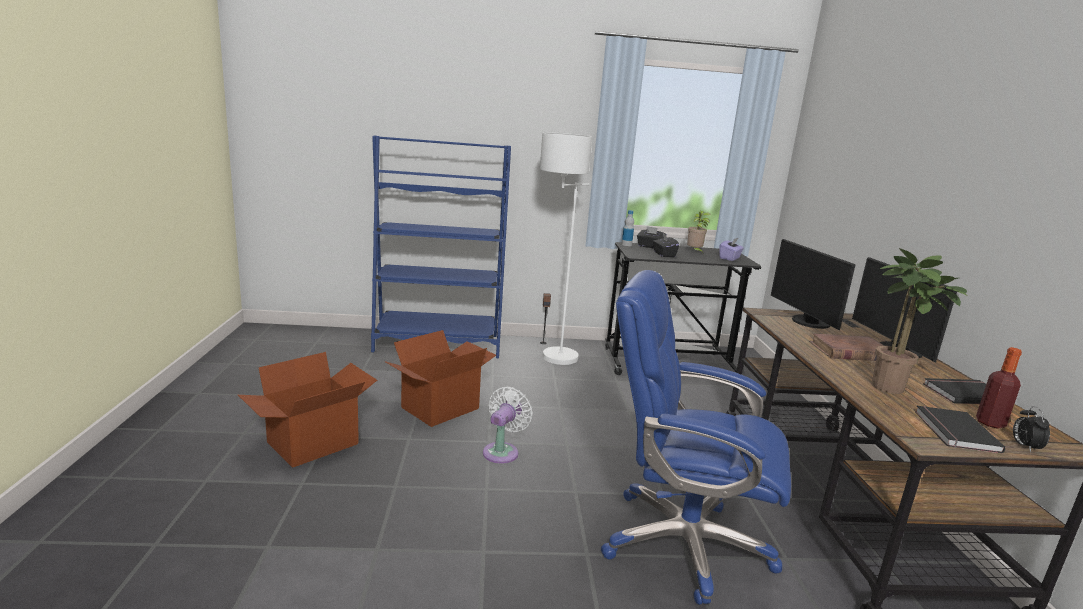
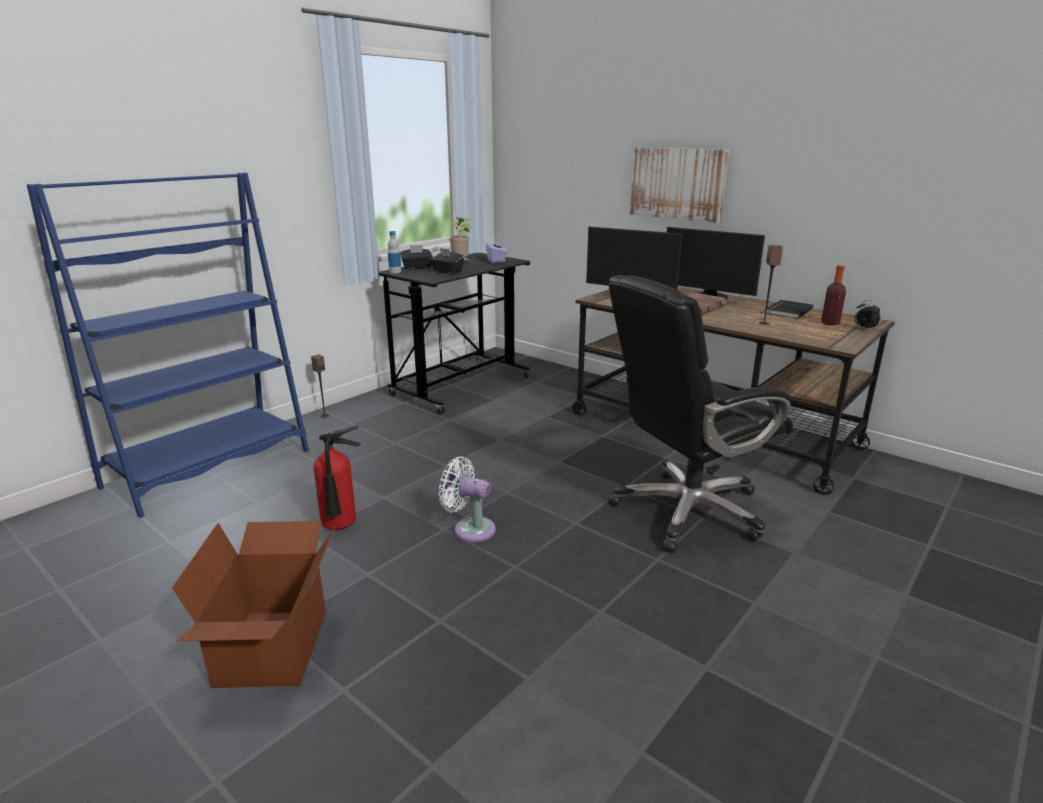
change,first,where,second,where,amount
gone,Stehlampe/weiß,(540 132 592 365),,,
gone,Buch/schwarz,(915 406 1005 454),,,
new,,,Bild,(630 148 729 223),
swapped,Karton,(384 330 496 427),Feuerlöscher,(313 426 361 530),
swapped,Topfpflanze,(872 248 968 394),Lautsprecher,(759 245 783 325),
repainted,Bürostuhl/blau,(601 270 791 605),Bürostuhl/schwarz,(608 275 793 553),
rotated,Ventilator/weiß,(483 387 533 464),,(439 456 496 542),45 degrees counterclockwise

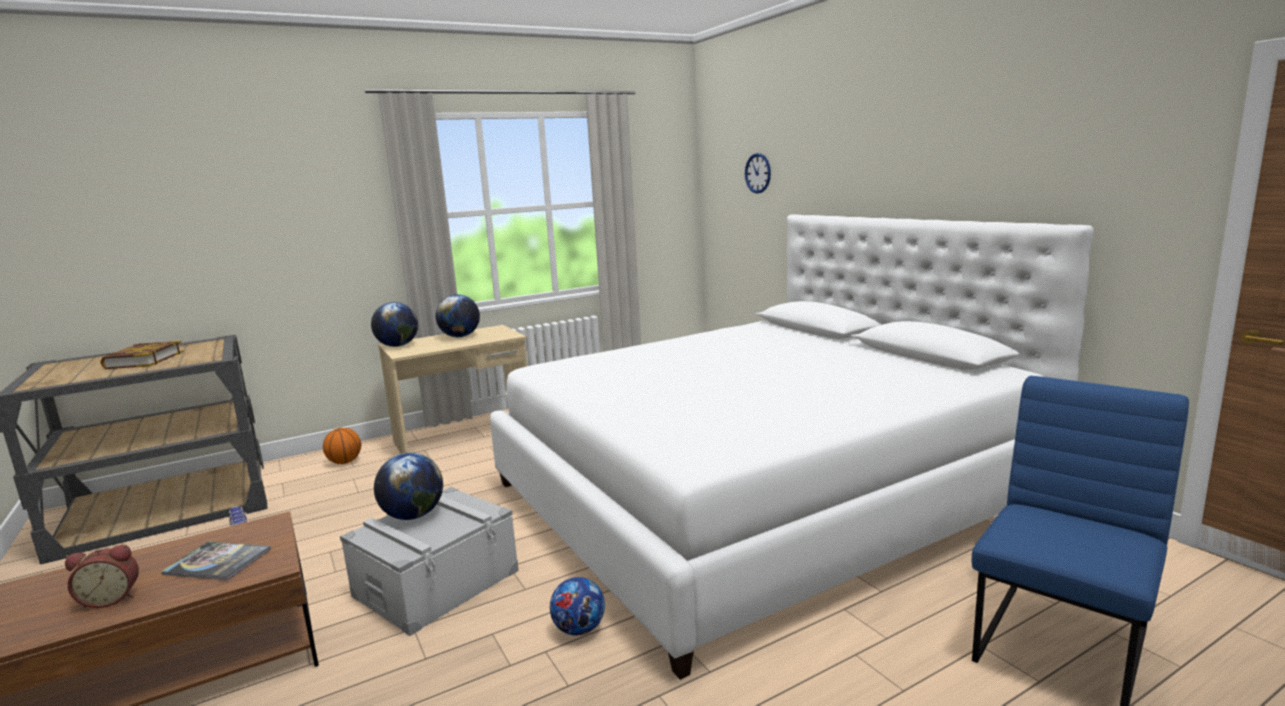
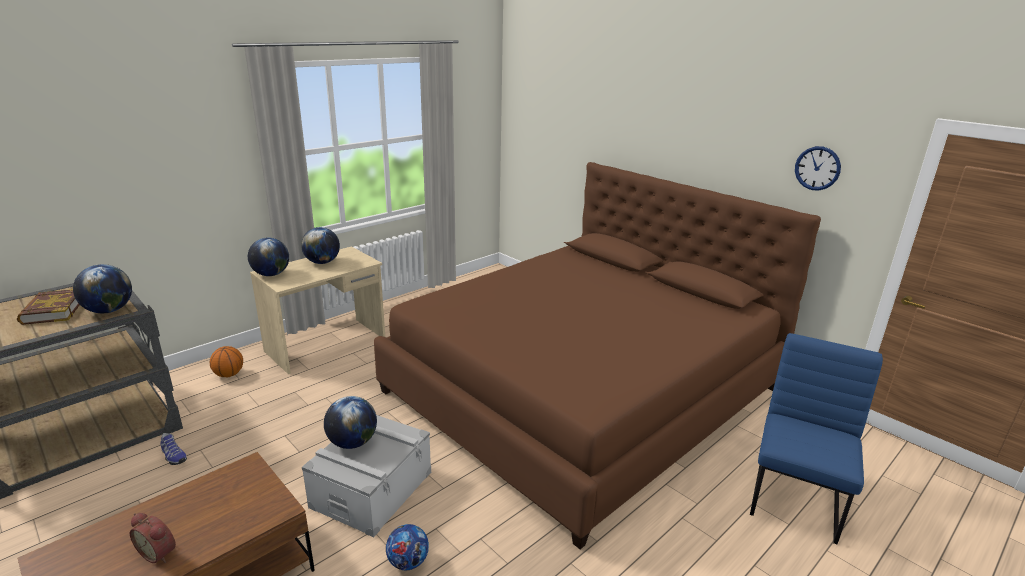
change,first,where,second,where,amount
gone,Buch,(161 542 271 581),,,
new,,,Globus,(73 264 132 313),
shifted,Fußball,(550 577 605 636),,(386 524 429 570),
shifted,Wanduhr,(745 153 771 194),,(795 146 841 191),
repainted,Bett/weiß,(490 214 1094 680),Bett/braun,(374 162 821 549),
rotated,Wecker,(65 545 139 608),,(130 513 176 563),60 degrees clockwise

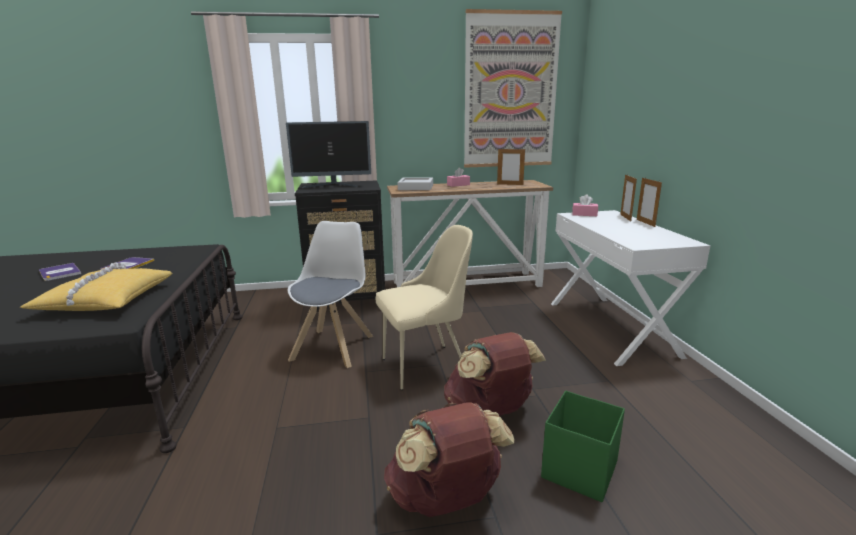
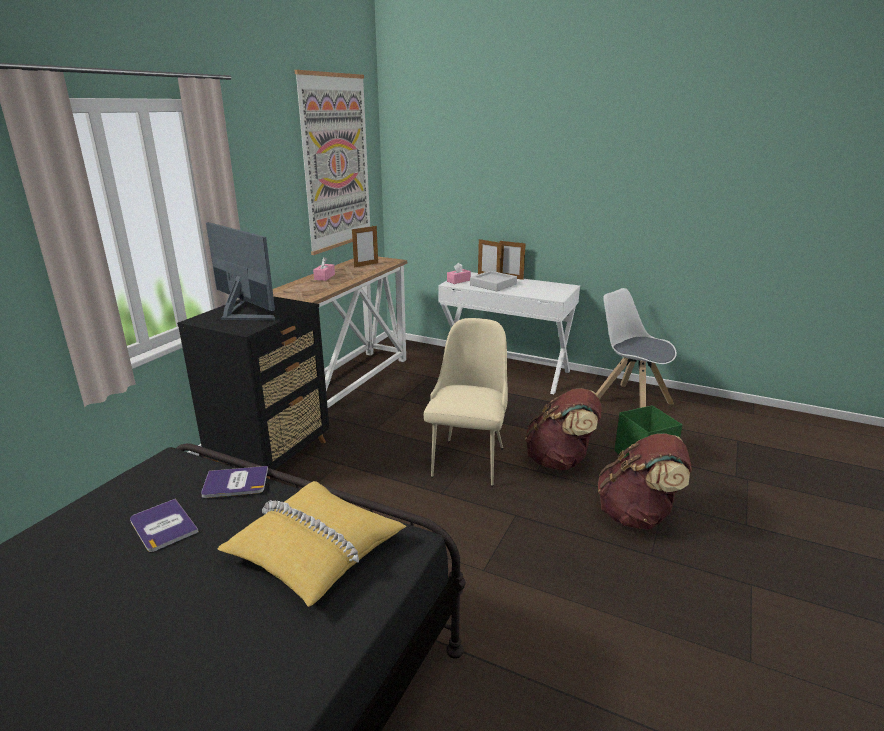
change,first,where,second,where,amount
shifted,Buch,(39 263 81 281),,(201 466 268 498),
shifted,Stuhl,(288 221 373 368),,(596 288 677 408),
shifted,Tablett/grau,(398 178 433 190),,(470 271 517 291),
rotated,Monitor,(286 121 371 188),,(206 222 276 321),75 degrees counterclockwise

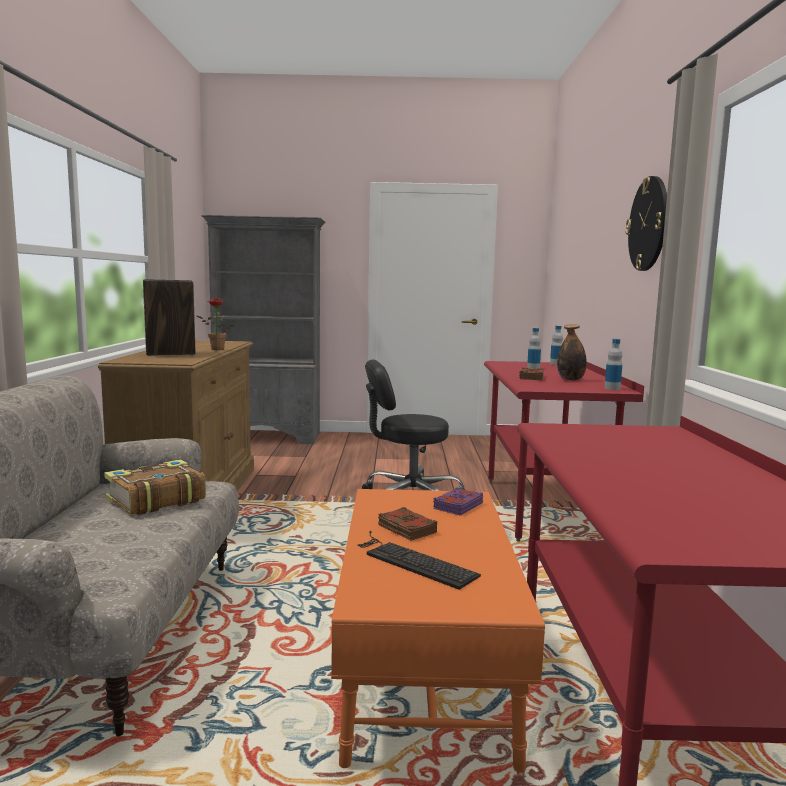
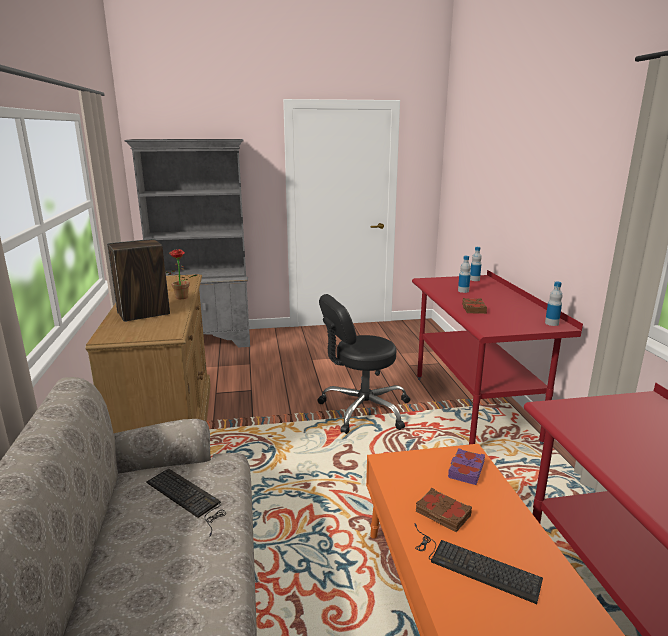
change,first,where,second,where,amount
gone,Flasche,(557 324 587 381),,,
gone,Wanduhr,(625 176 667 271),,,
swapped,Buch,(104 459 206 515),Tastatur,(147 469 226 536),

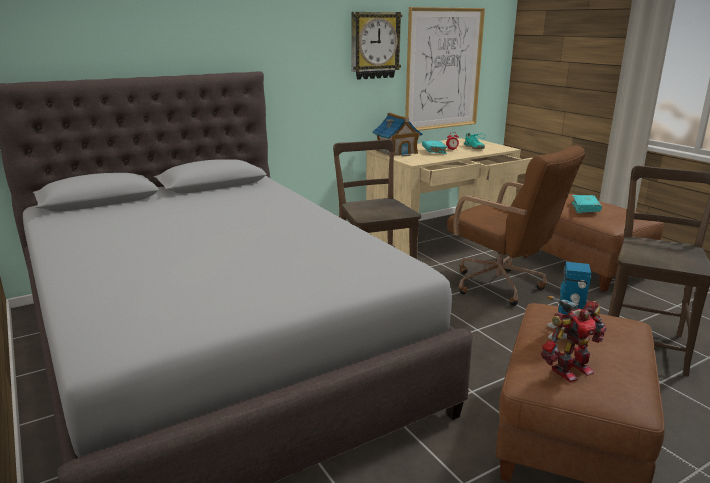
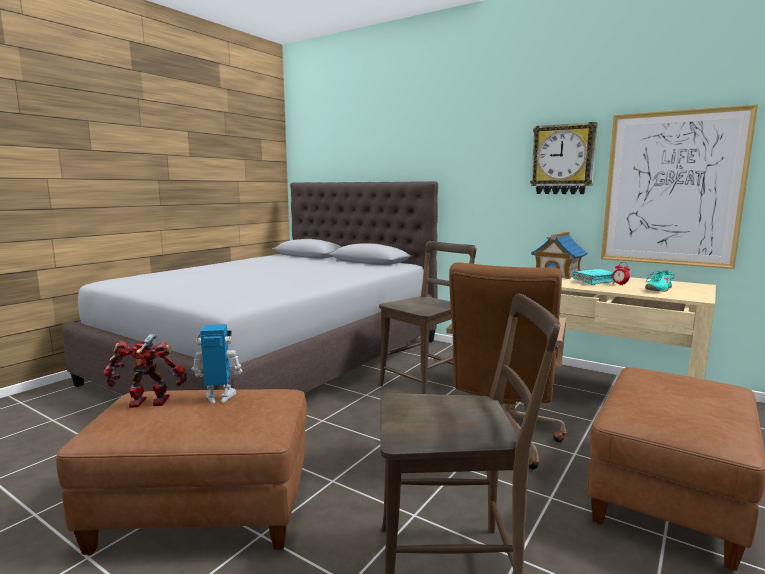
change,first,where,second,where,amount
gone,Buch/türkis,(572 195 602 213),,,
rotated,Spielzeugroboter,(541 296 607 382),,(104 334 187 408),135 degrees clockwise

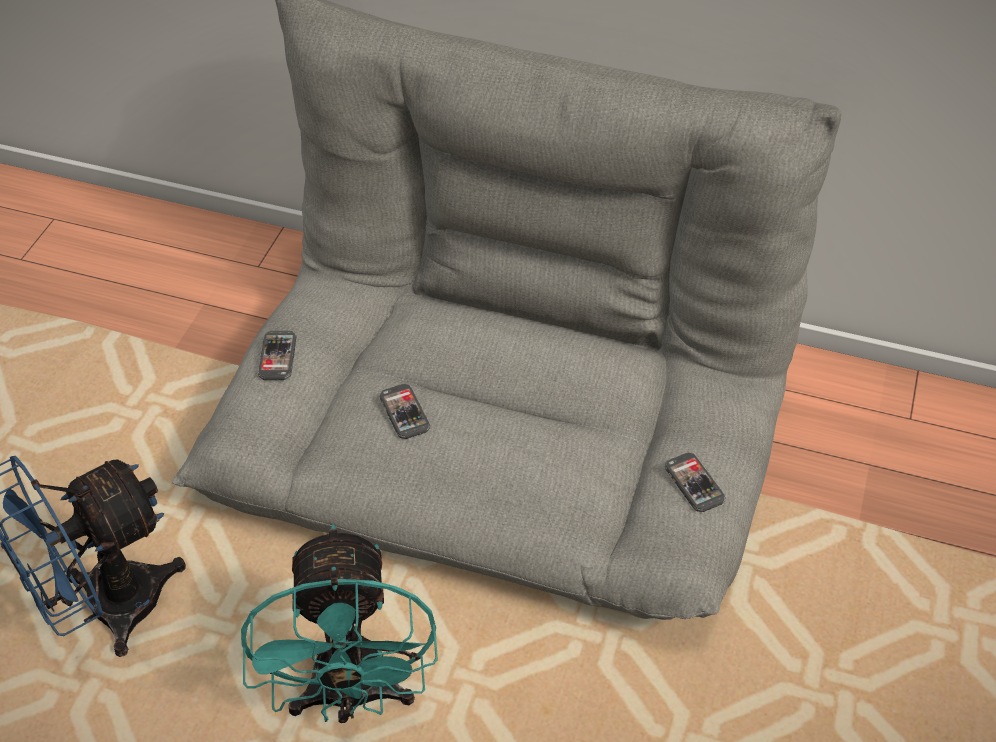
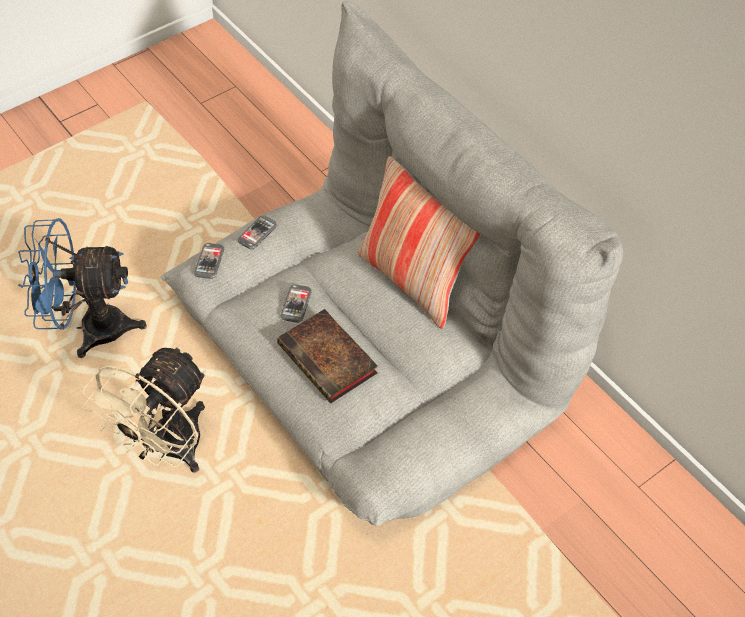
change,first,where,second,where,amount
new,,,Buch,(277 309 378 403),
new,,,Kissen,(358 156 480 329),
shifted,Handy,(665 453 726 512),,(194 243 225 279),
repainted,Ventilator/türkis,(241 524 438 723),Ventilator/beige,(83 346 206 473),

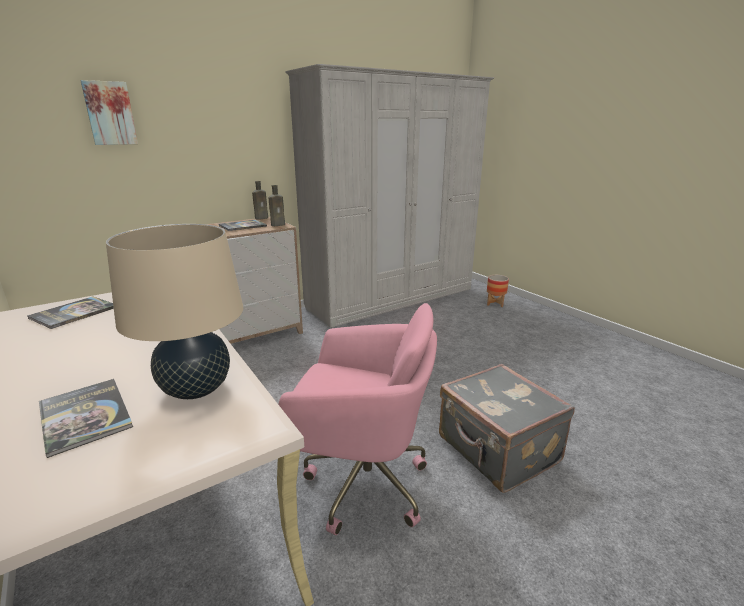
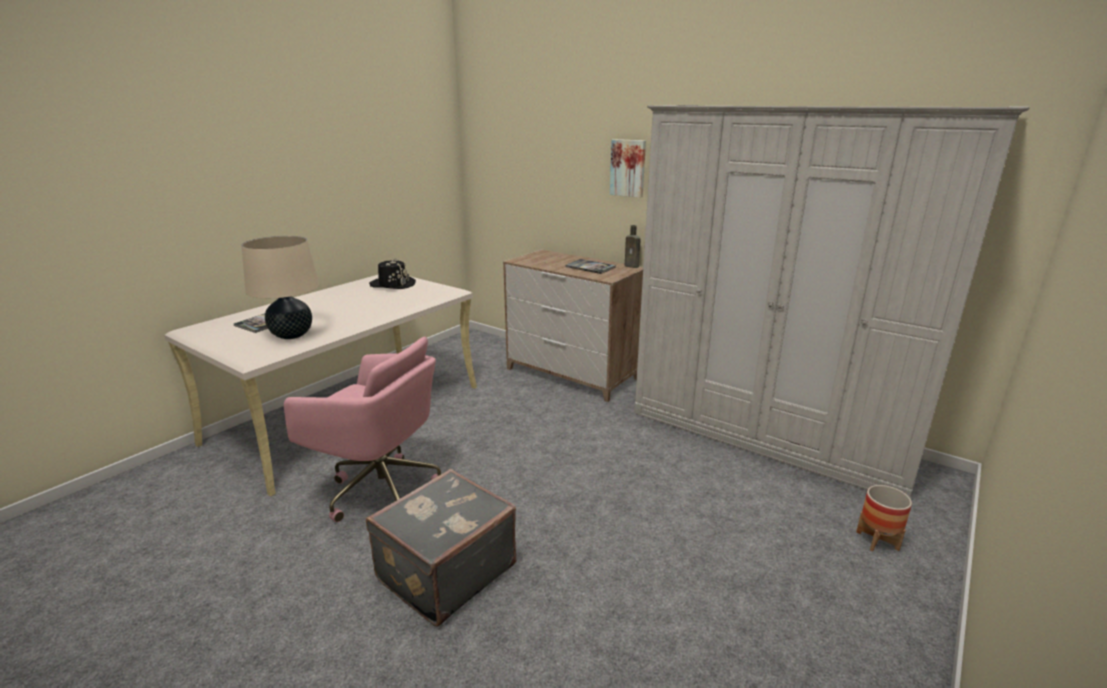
change,first,where,second,where,amount
gone,Flasche/braun,(269 185 285 226),,,
shifted,Bild,(81 80 138 145),,(610 139 646 198),
swapped,Buch,(27 296 114 329),Hut/schwarz,(369 258 416 289),
rotated,Bürostuhl/rosa,(278 303 437 535),,(284 337 441 522),60 degrees counterclockwise

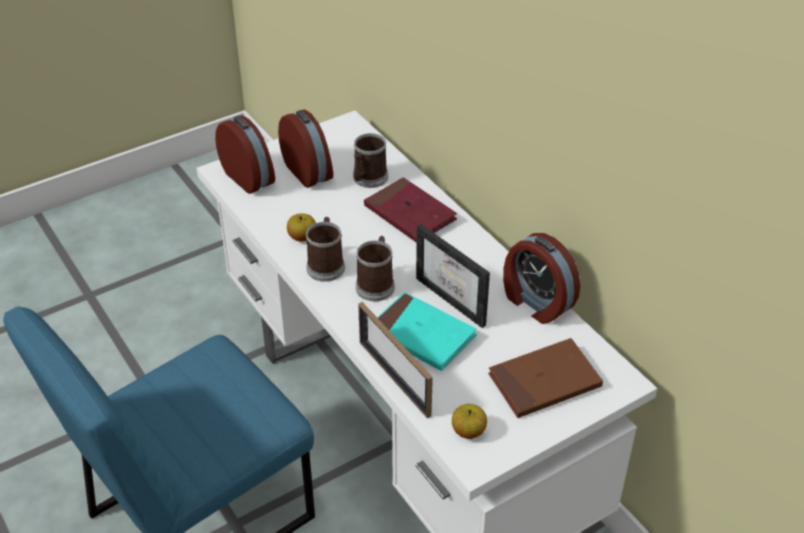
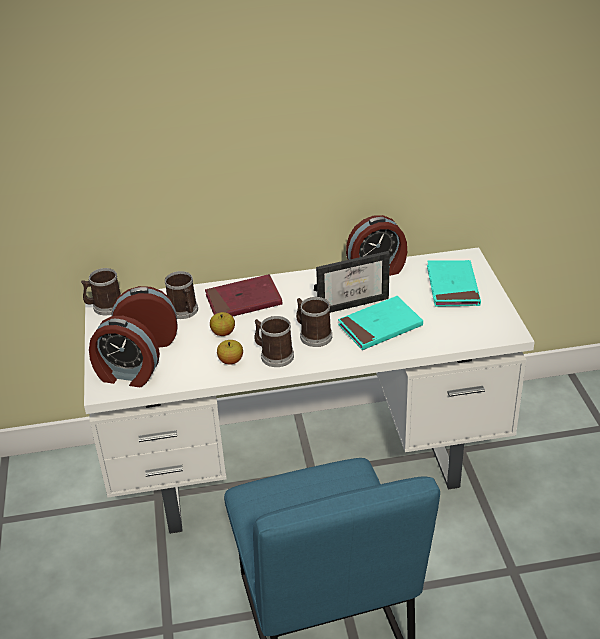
change,first,where,second,where,amount
gone,Bilderrahmen,(358 302 433 419),,,
new,,,Henkelbecher,(81 268 121 315),
shifted,Apfel,(452 404 487 439),,(210 312 235 336),
repainted,Buch/braun,(488 338 603 418),Buch/türkis,(427 260 481 307),
rotated,Wecker,(215 115 275 194),,(89 316 160 387),150 degrees counterclockwise

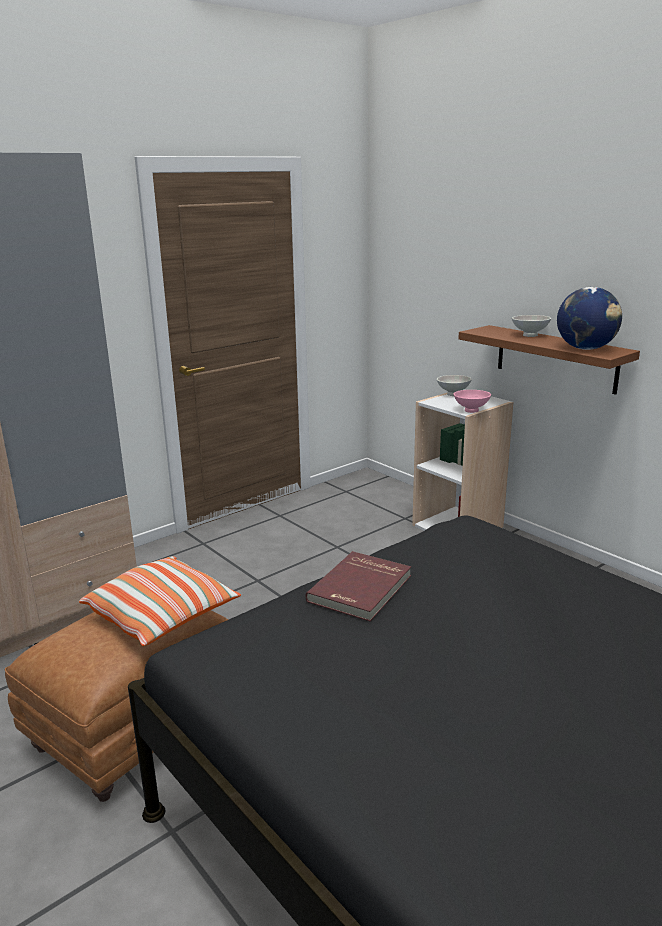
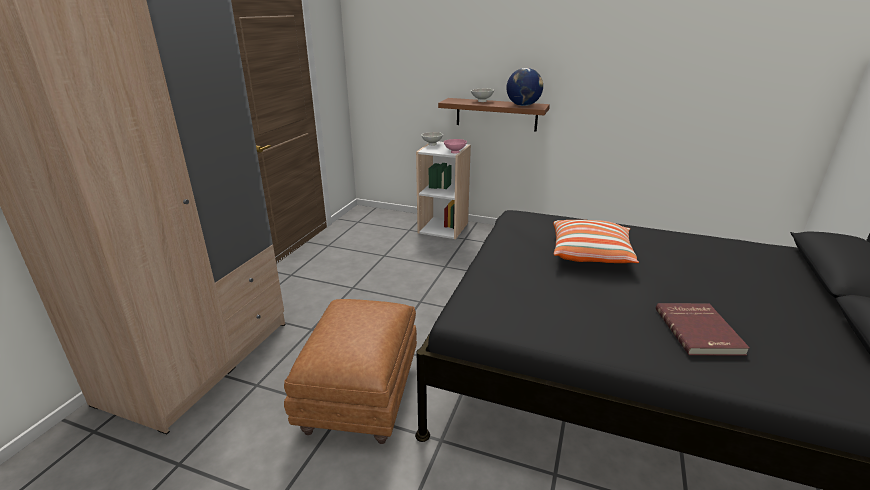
change,first,where,second,where,amount
shifted,Kissen,(79 556 241 646),,(553 220 639 263),
shifted,Buch/rot,(305 551 411 621),,(656 303 750 355),

